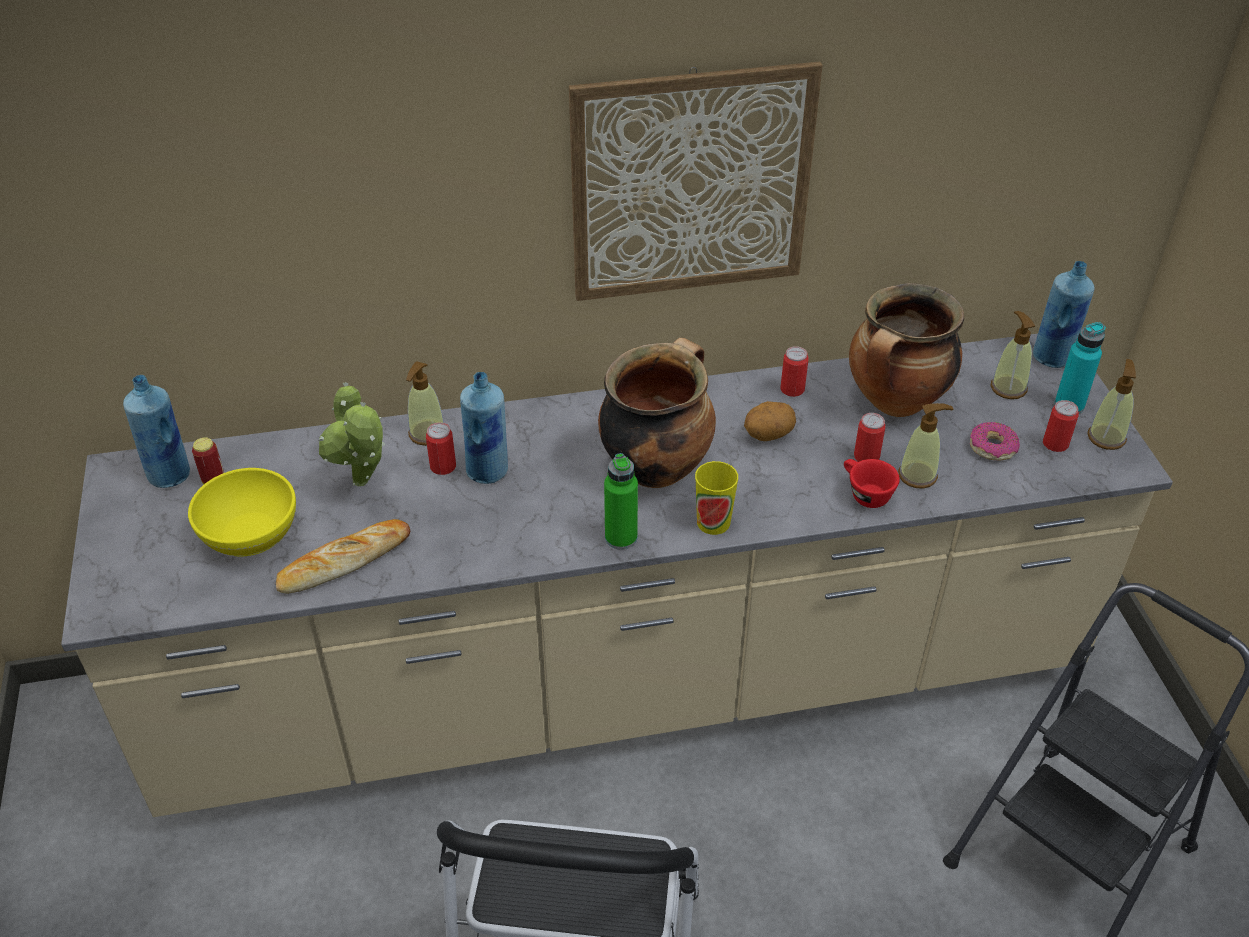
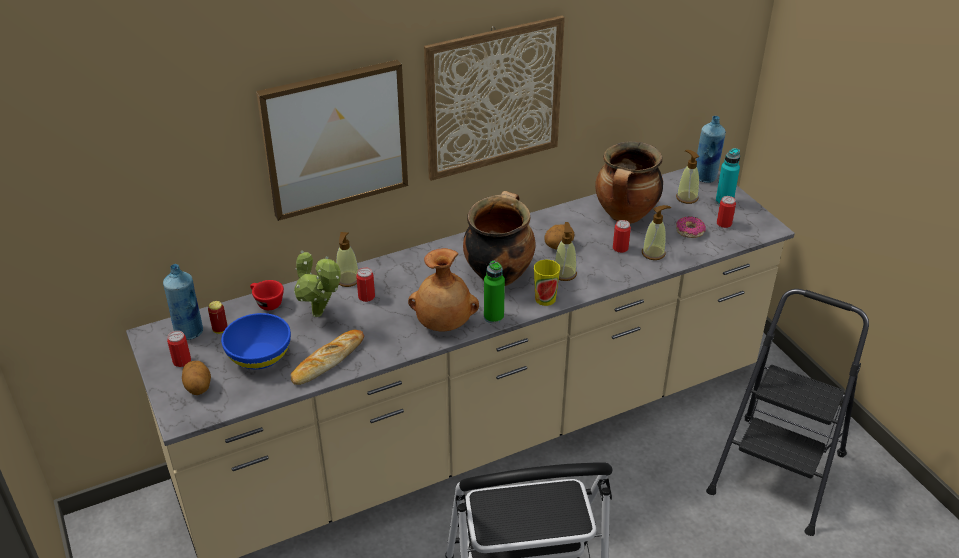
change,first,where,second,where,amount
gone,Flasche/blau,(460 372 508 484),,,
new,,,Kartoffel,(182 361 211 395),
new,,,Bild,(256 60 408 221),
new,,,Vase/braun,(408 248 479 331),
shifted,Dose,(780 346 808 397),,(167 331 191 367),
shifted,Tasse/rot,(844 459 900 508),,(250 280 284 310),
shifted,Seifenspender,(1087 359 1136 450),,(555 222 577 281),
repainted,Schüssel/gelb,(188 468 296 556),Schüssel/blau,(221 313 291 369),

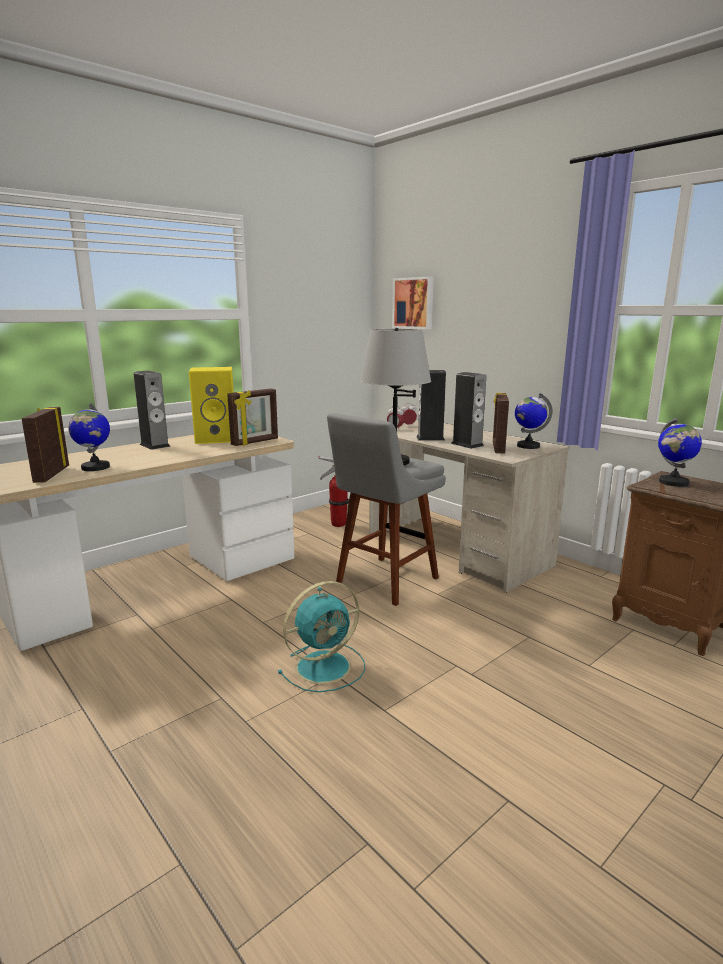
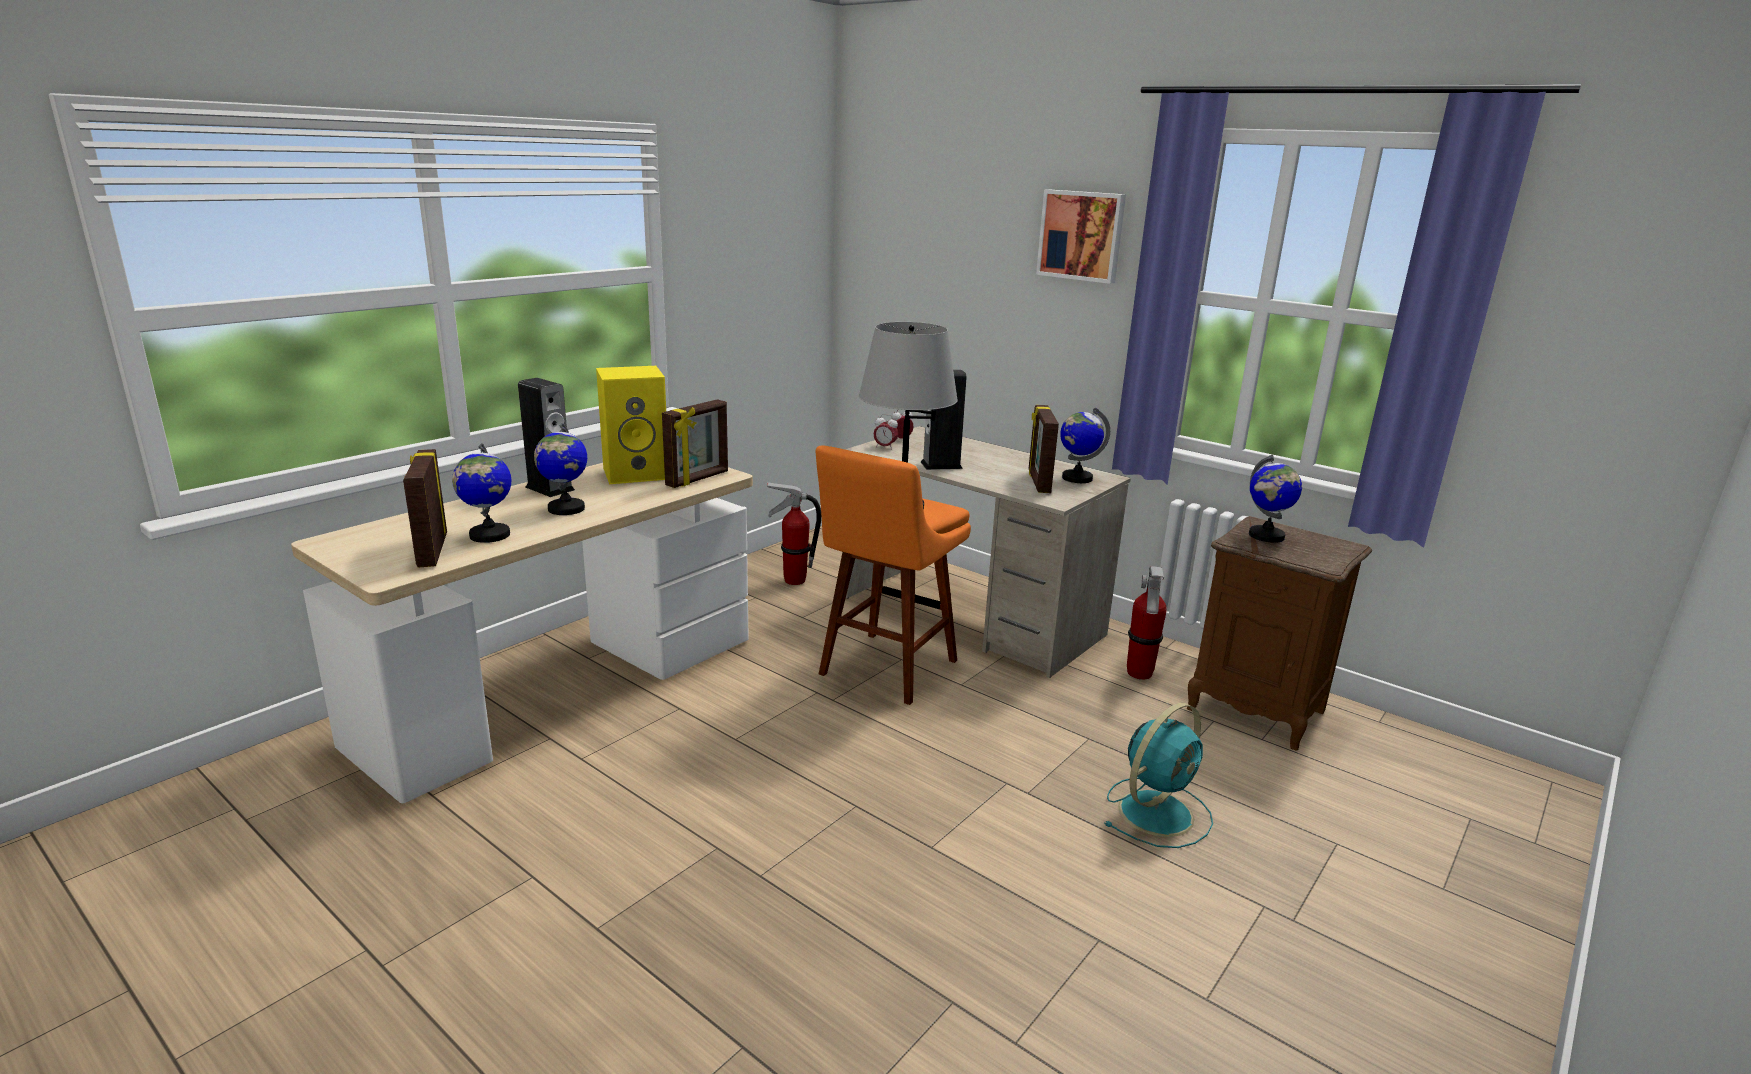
change,first,where,second,where,amount
gone,Lautsprecher,(451 372 486 449),,,
new,,,Globus,(534 423 587 515),
new,,,Feuerlöscher,(1127 566 1167 680),
shifted,Ventilator/türkis,(278 581 365 692),,(1104 703 1213 848),
shifted,Bild,(392 276 434 329),,(1036 189 1126 284),
repainted,Hocker/grau,(327 413 446 606),Hocker/orange,(816 446 971 705),

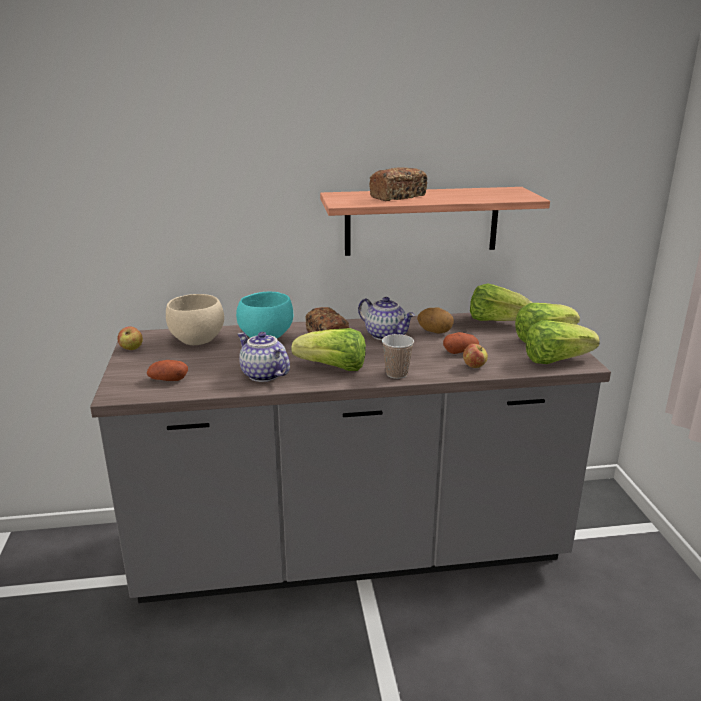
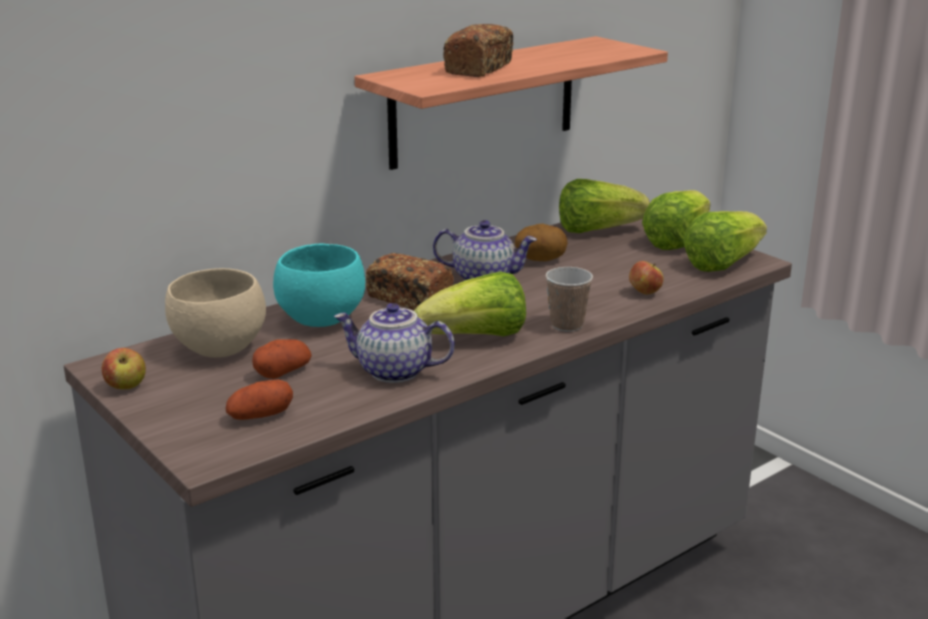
change,first,where,second,where,amount
shifted,Kartoffel,(443 332 479 354),,(252 339 312 379),

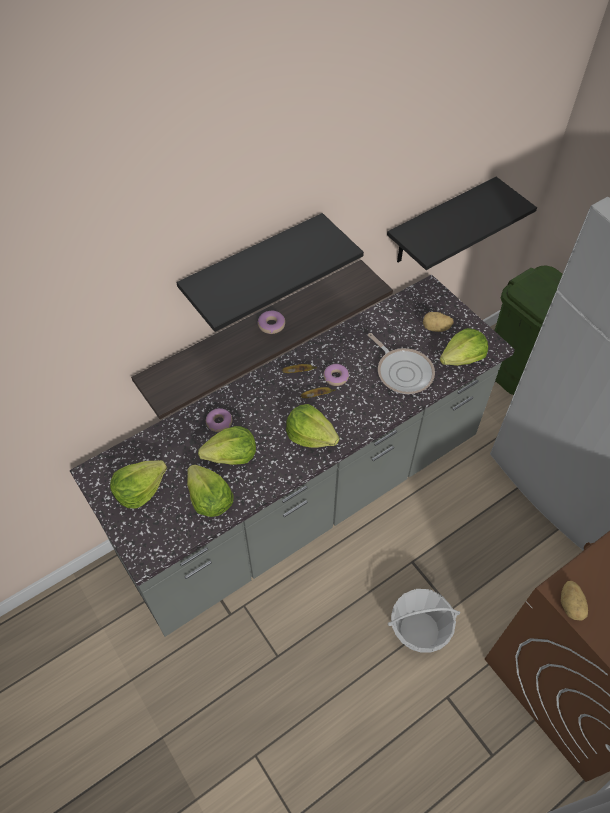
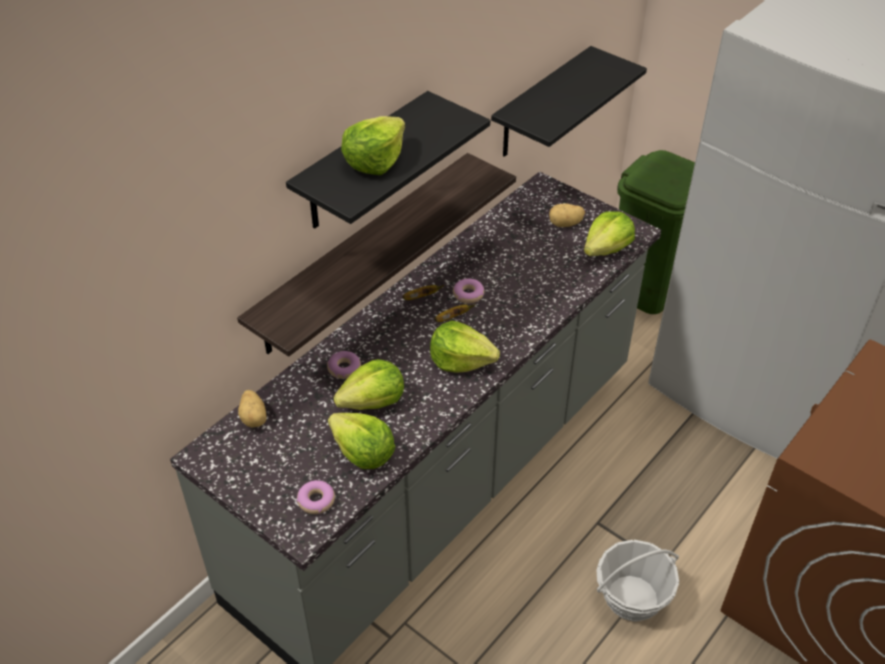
change,first,where,second,where,amount
gone,Pfanne,(368 333 435 394),,,
shifted,Salatkopf,(110 460 167 509),,(341 116 405 175),
shifted,Donut,(257 311 285 334),,(297 480 335 514),
shifted,Kartoffel,(561 581 588 620),,(238 390 266 427),

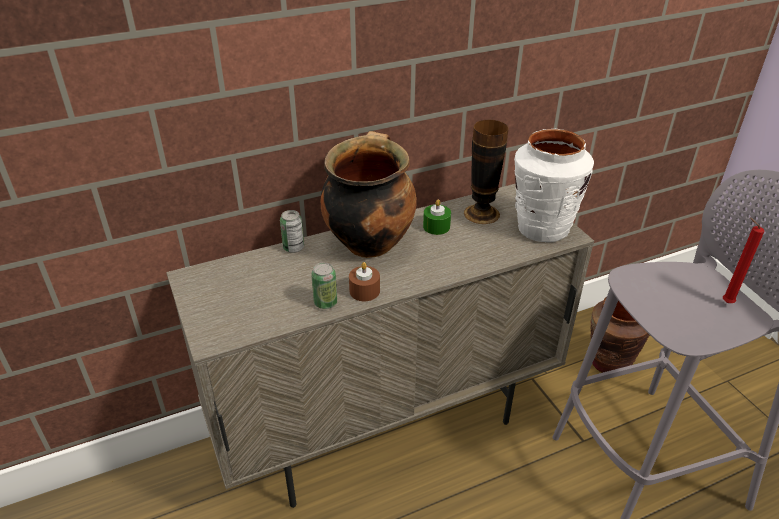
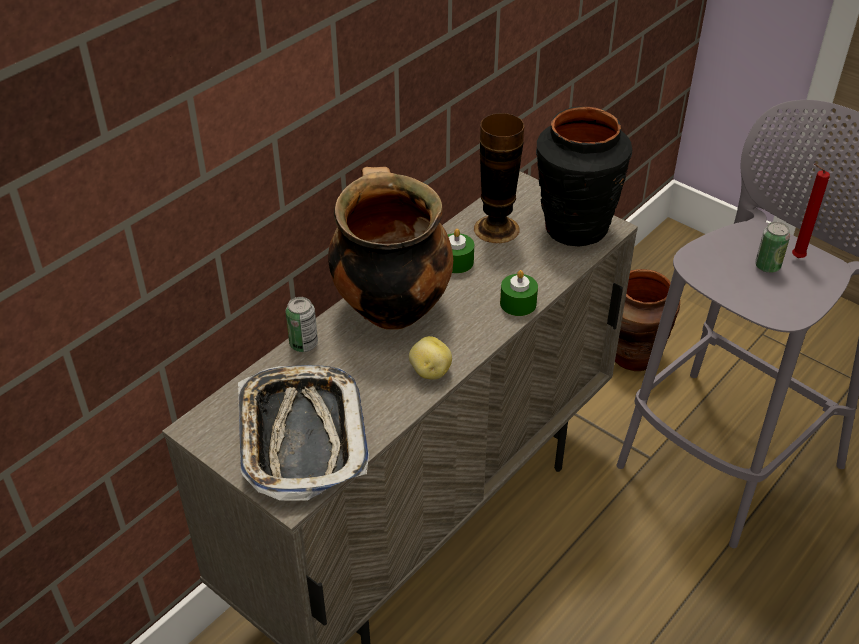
change,first,where,second,where,amount
new,,,Tablett,(238 365 369 500),
new,,,Kerze/grün,(500 270 538 316),
shifted,Dose,(311 263 337 309),,(755 222 790 273),
swapped,Kerze/braun,(349 262 380 301),Kartoffel,(409 336 452 379),
repainted,Vase/weiß,(514 129 594 242),Vase/schwarz,(536 107 632 246),

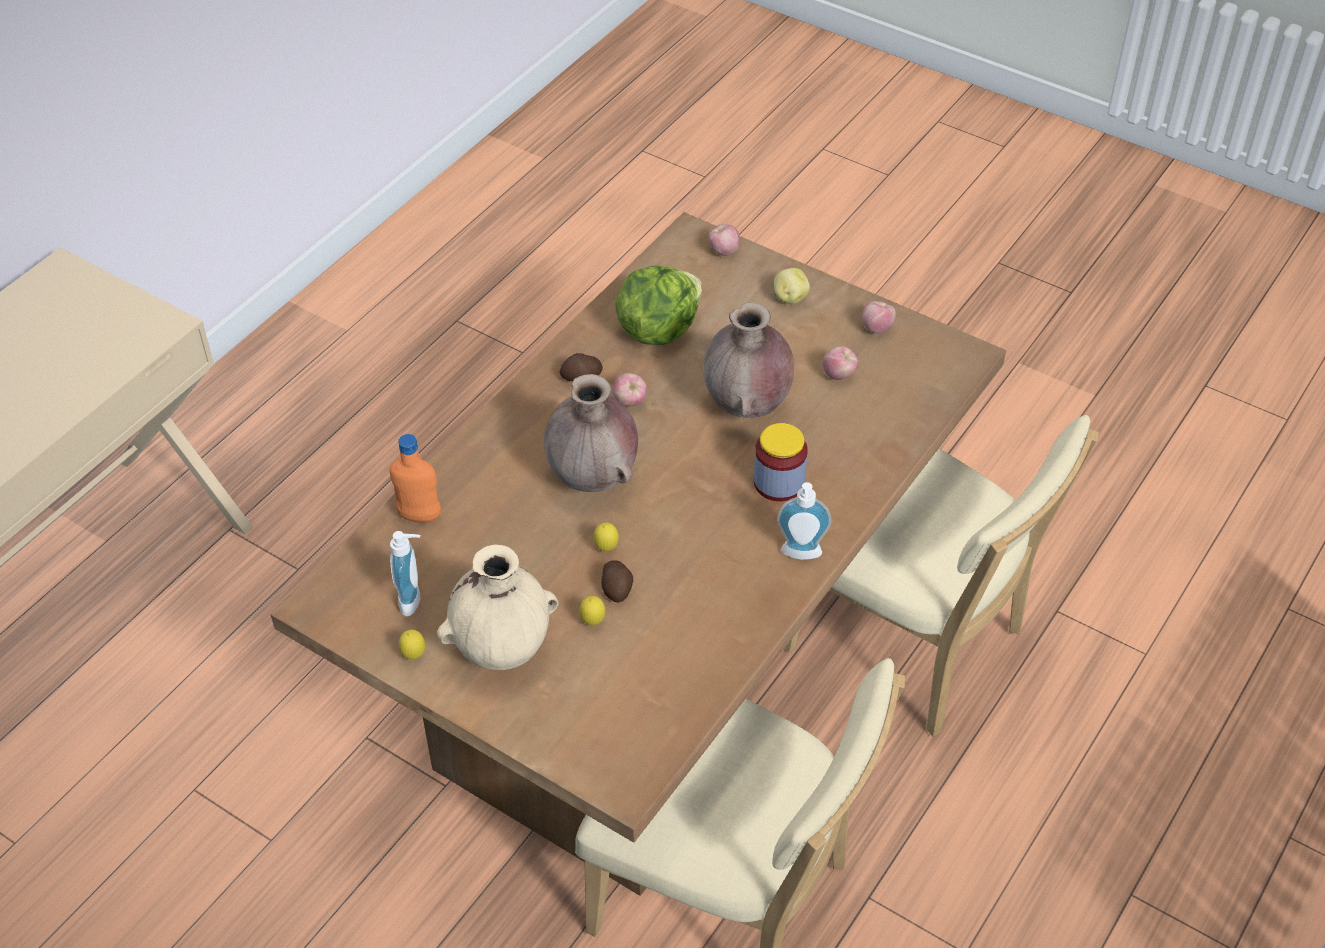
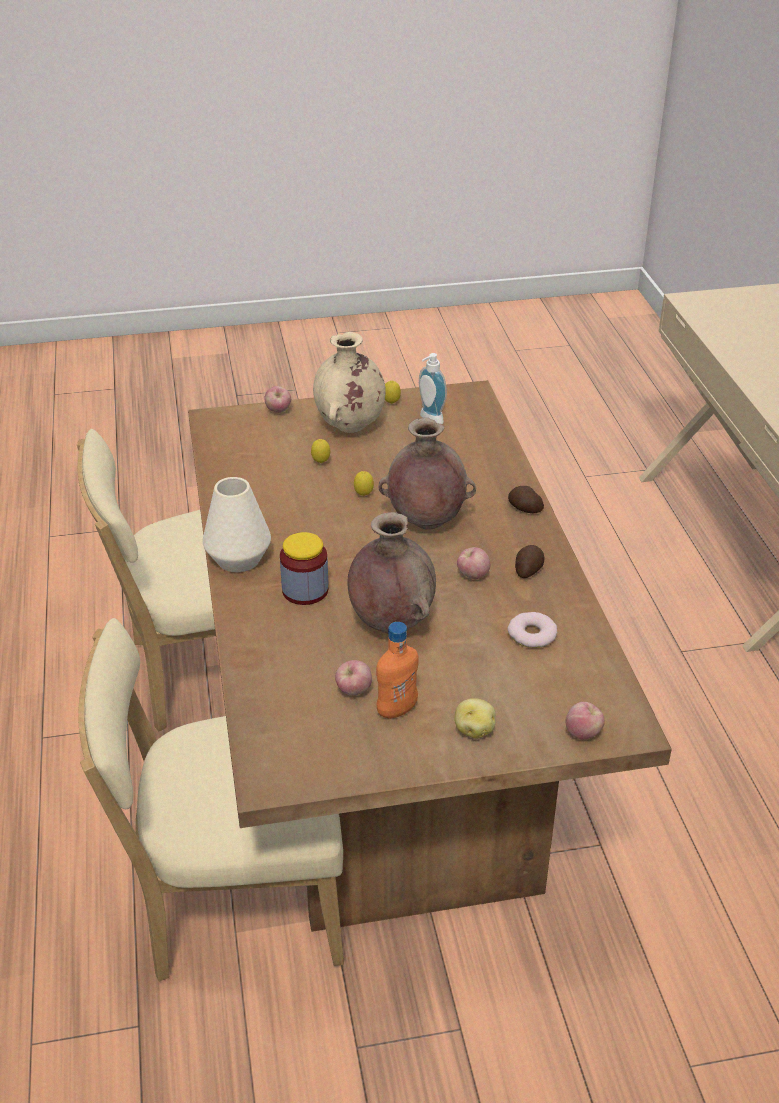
change,first,where,second,where,amount
shifted,Flasche/orange,(389 434 441 523),,(376 622 419 719),
shifted,Kartoffel,(601 560 633 603),,(508 486 544 513),
shifted,Apfel,(862 301 896 334),,(264 386 291 413),
swapped,Salatkopf,(615 265 702 345),Donut,(507 612 557 648),
swapped,Seifenspender,(777 482 832 560),Vase/weiß,(203 477 271 572),

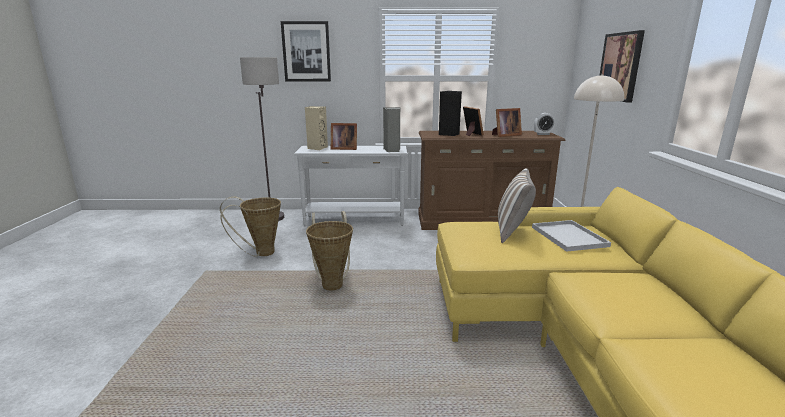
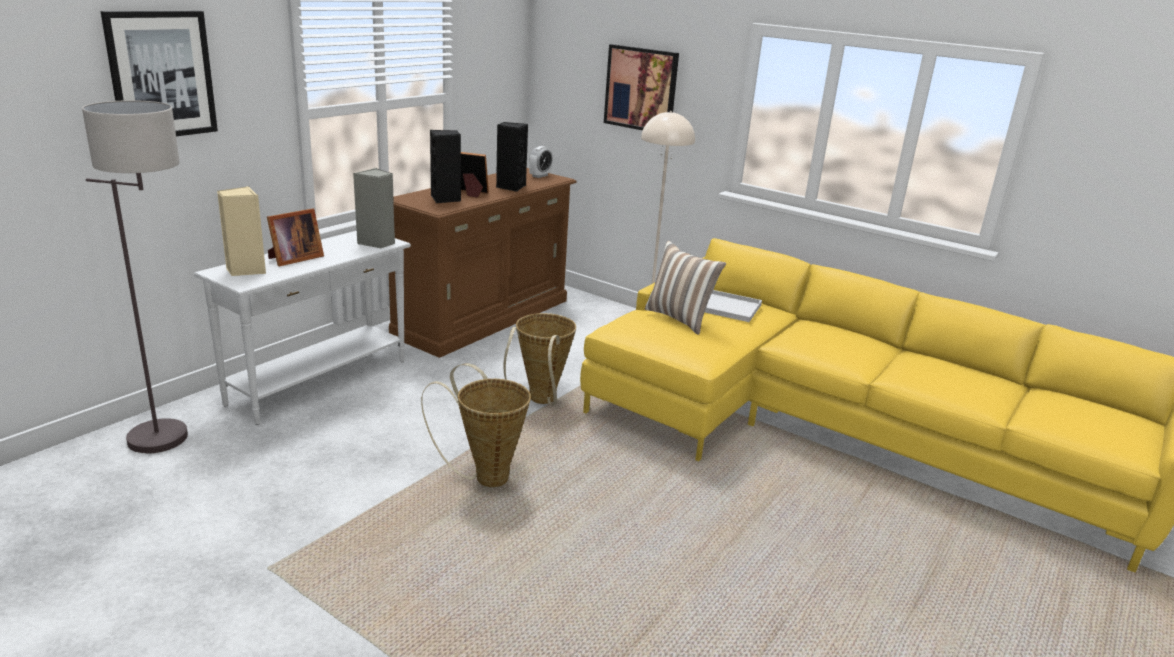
change,first,where,second,where,amount
shifted,Korb,(220 197 281 257),,(504 313 576 405),
swapped,Bilderrahmen,(492 108 522 137),Lautsprecher/schwarz,(496 122 528 192),

